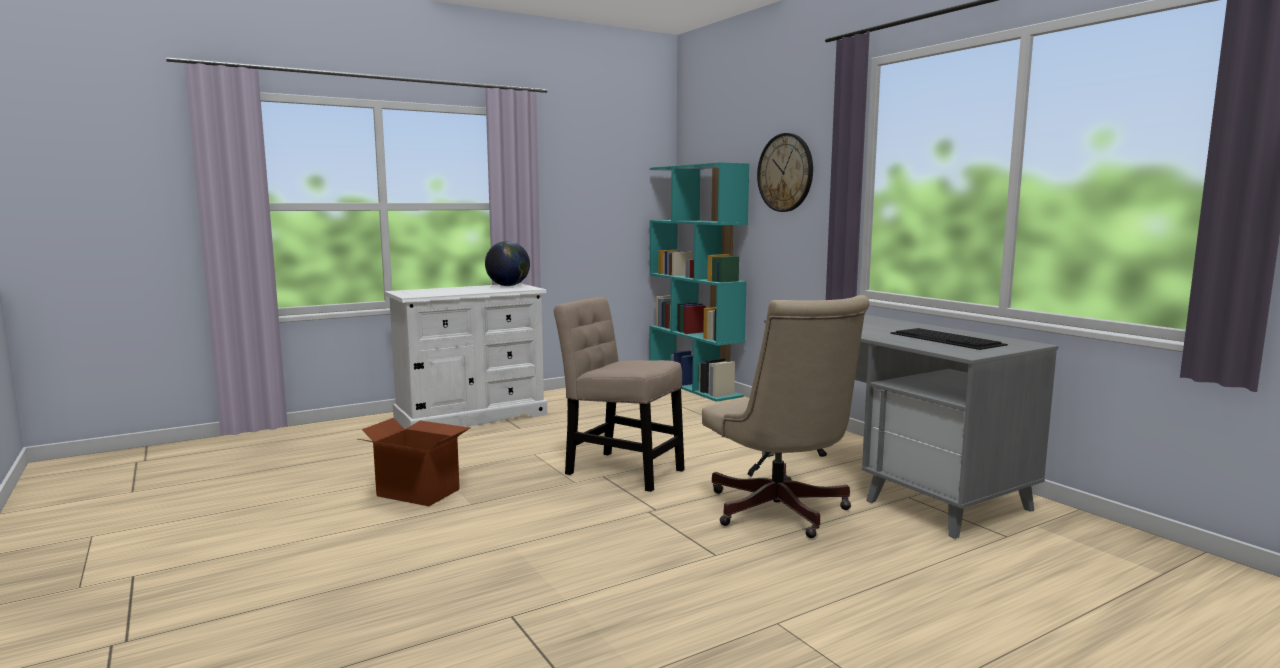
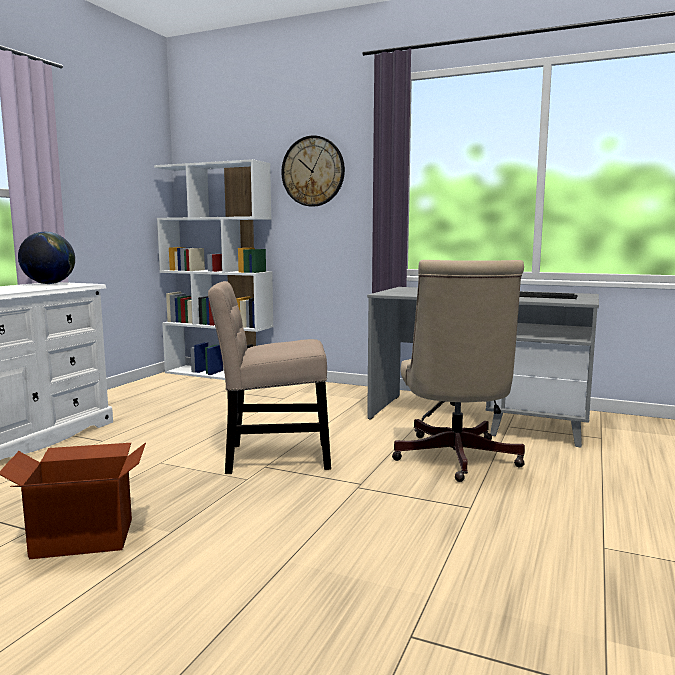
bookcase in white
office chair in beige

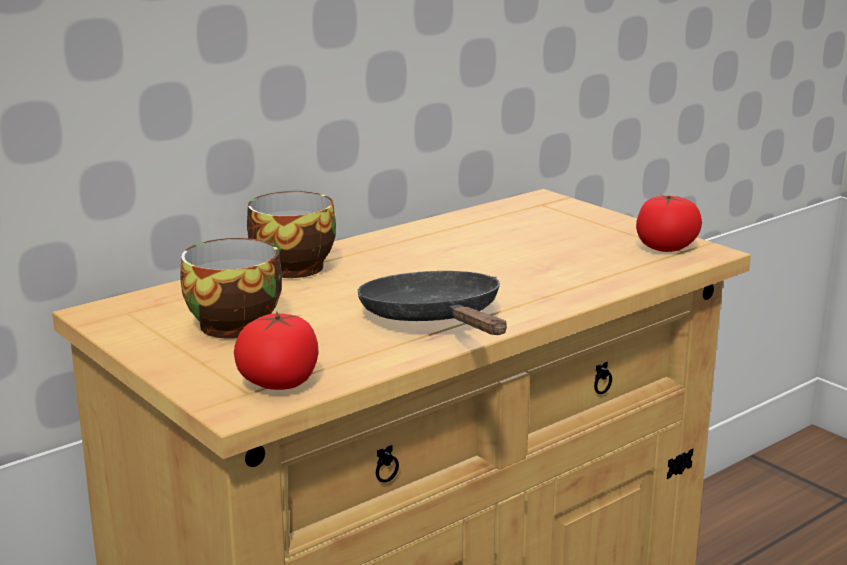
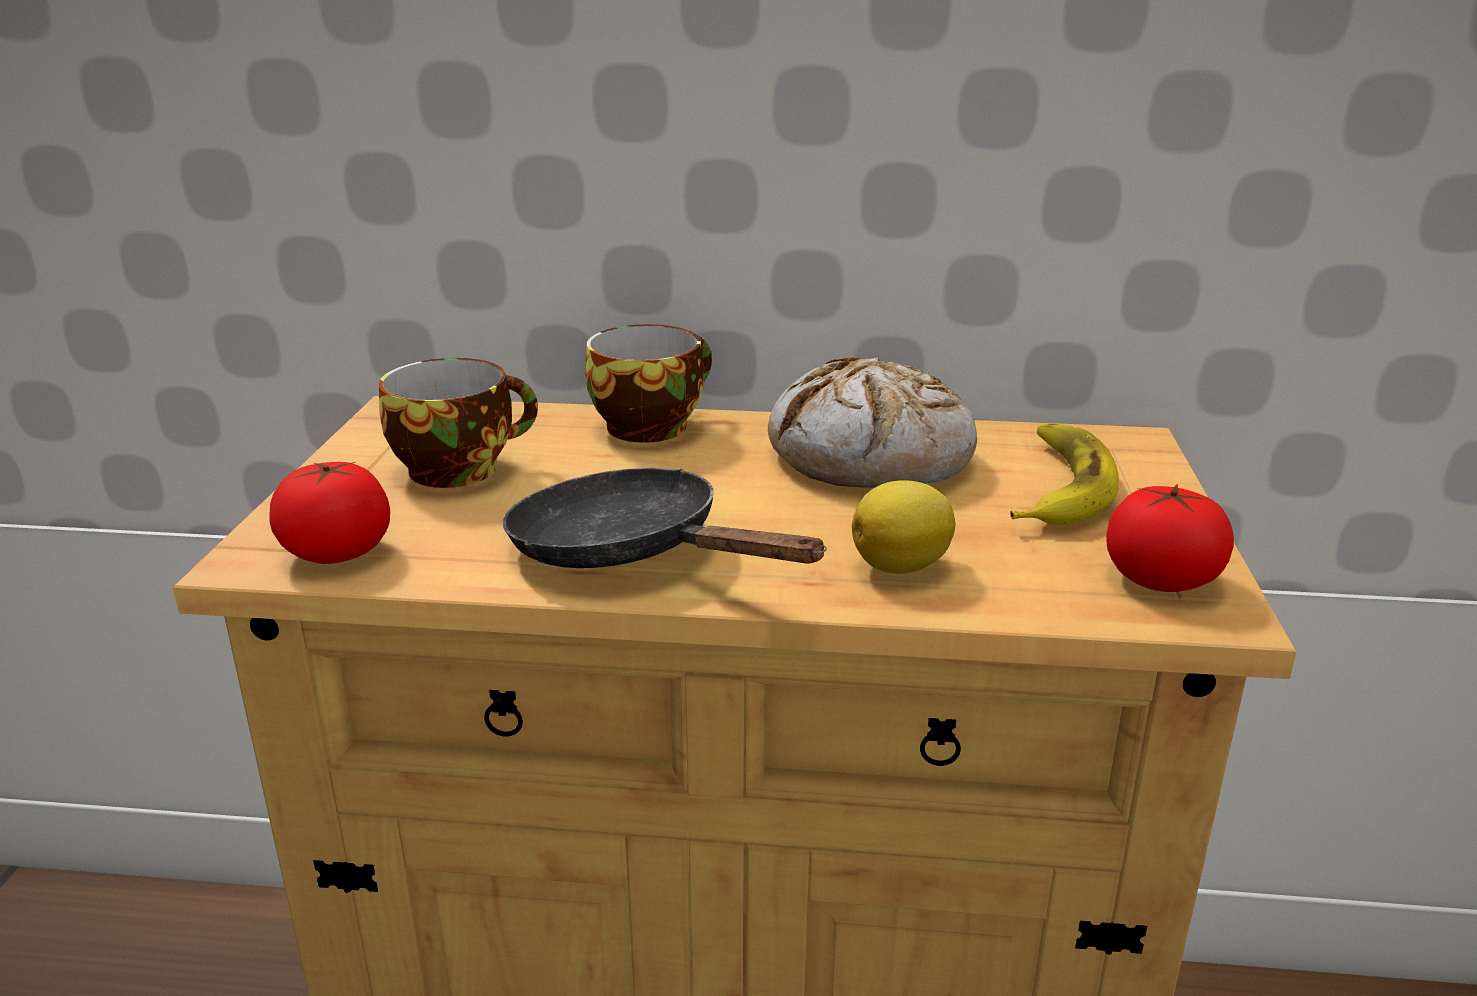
frying pan in black
bread
banana
lemon

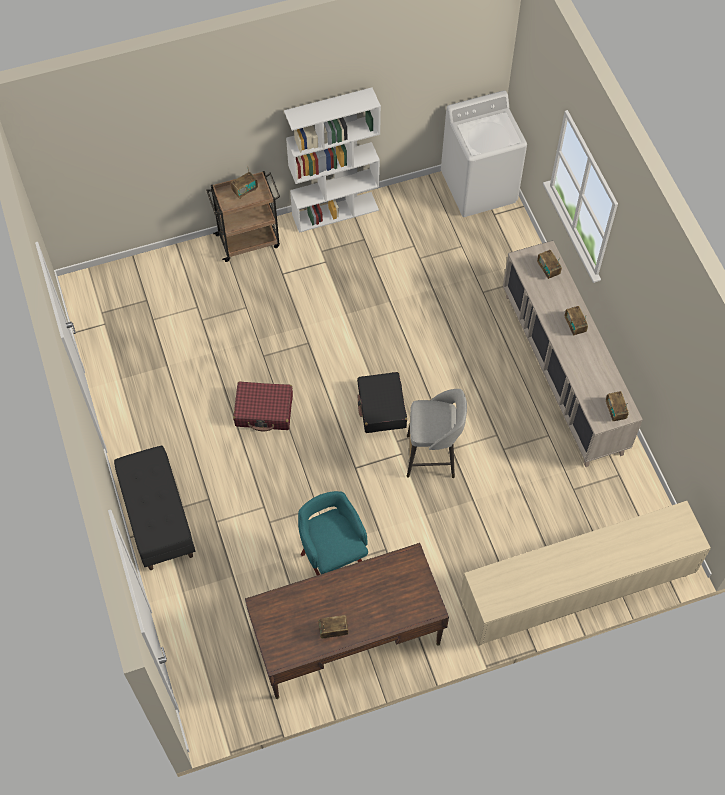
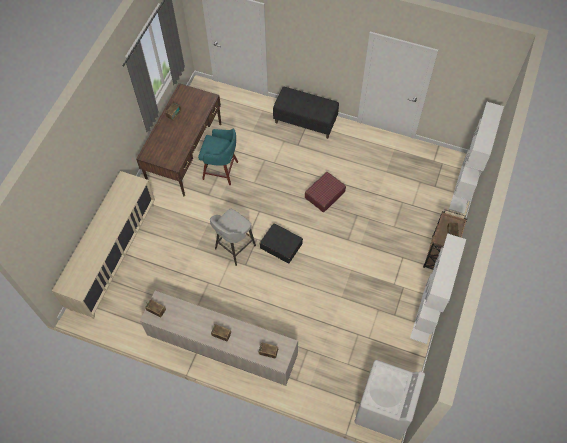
bookcase in white (2nd from left)

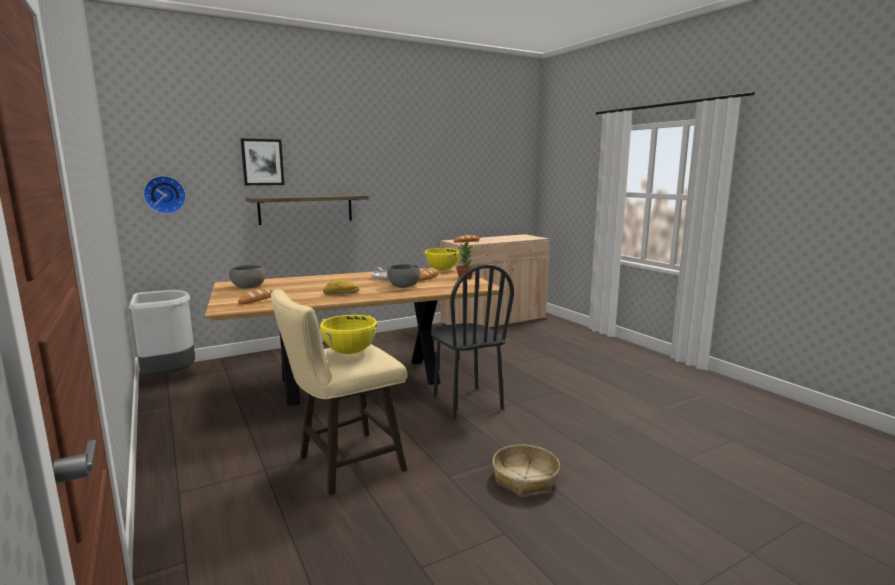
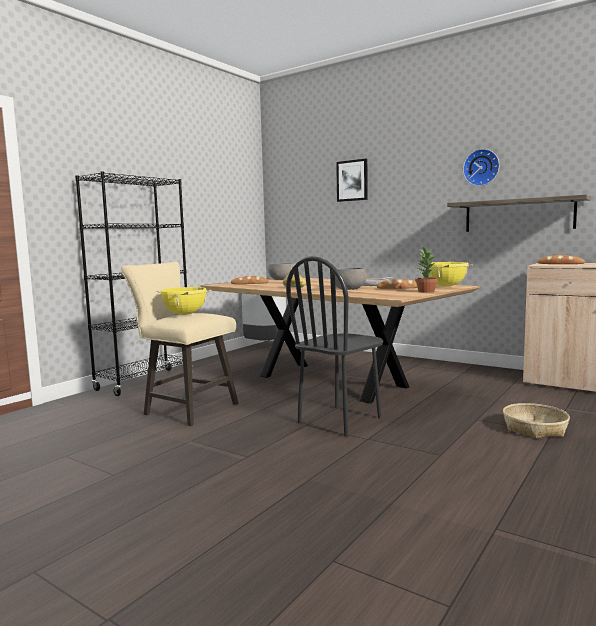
wall clock
shelf
basket
bookcase in black

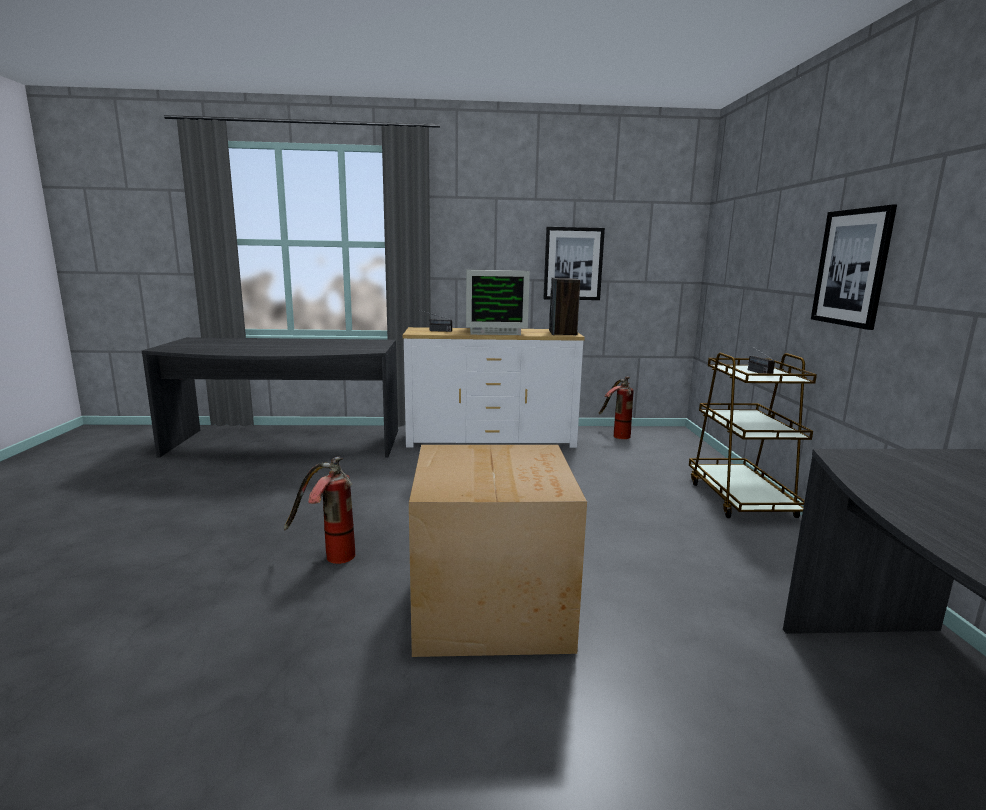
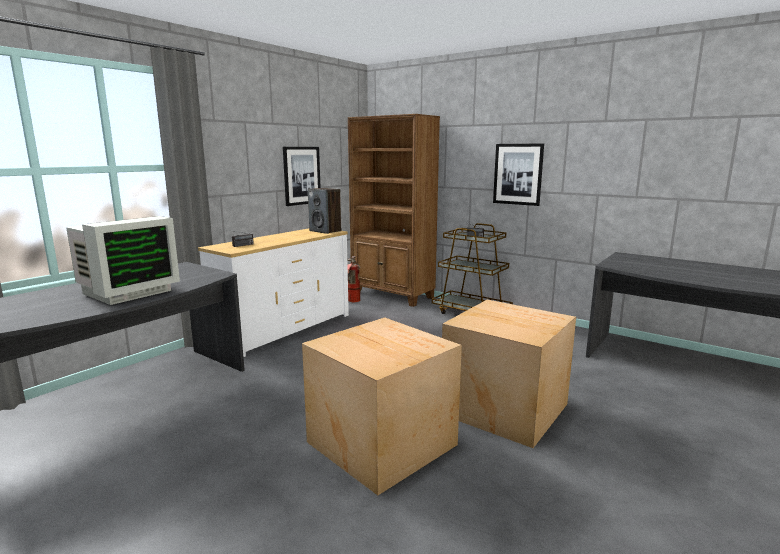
monitor
cardboard box (1st from left)
bookcase in brown

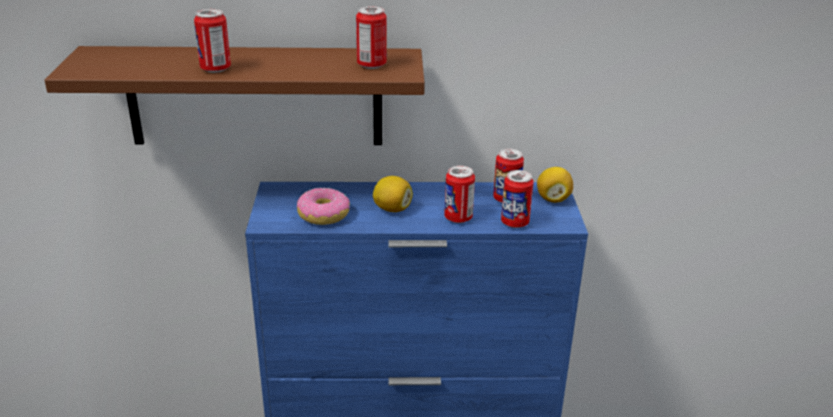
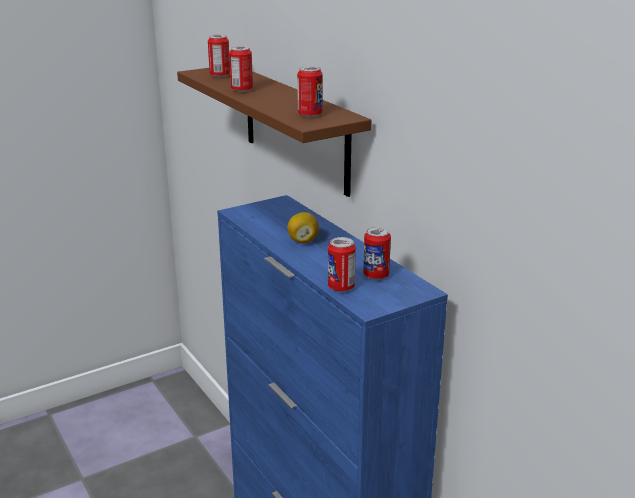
can (1st from left)
lemon (2nd from left in the first image)
donut

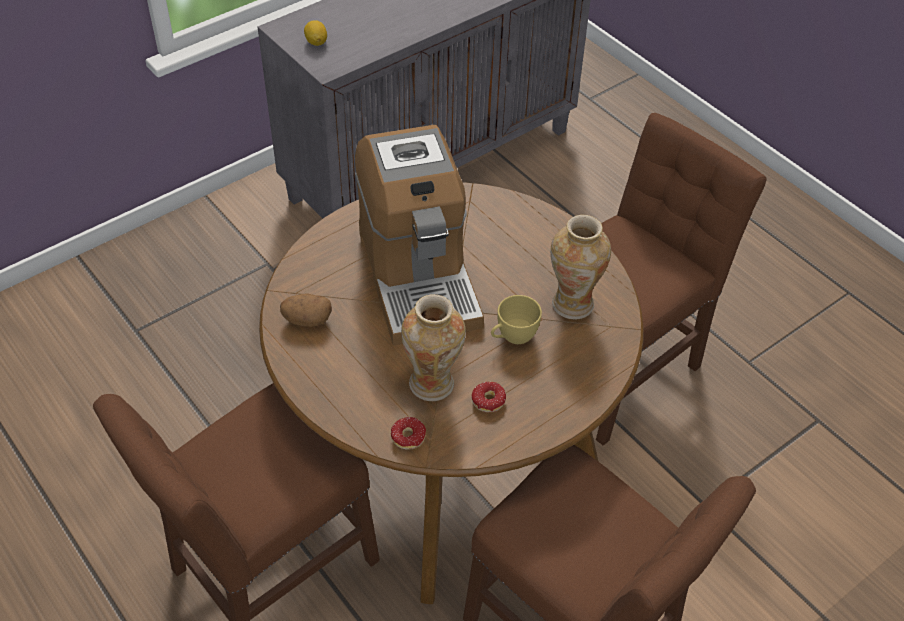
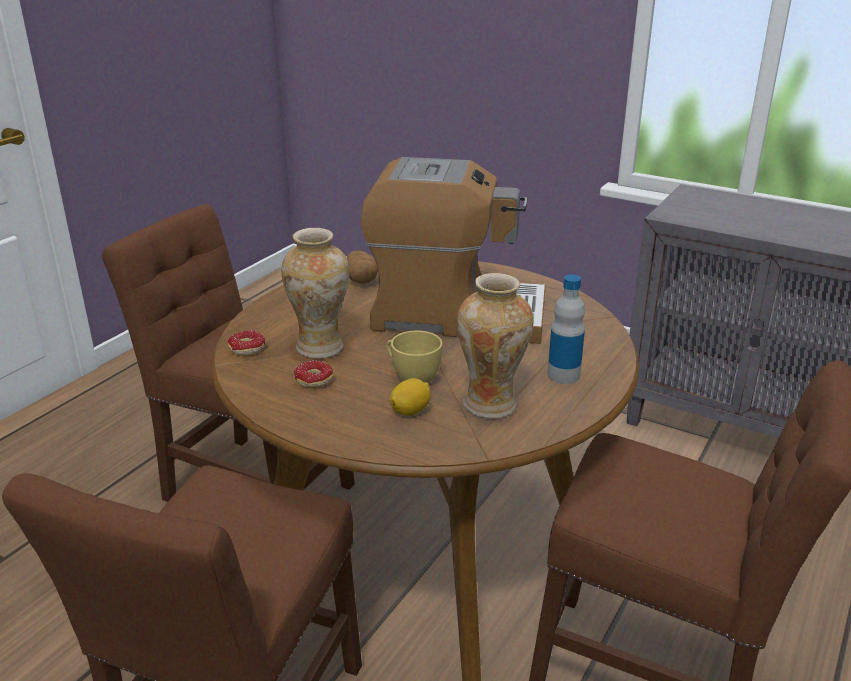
lemon
coffee machine
bottle

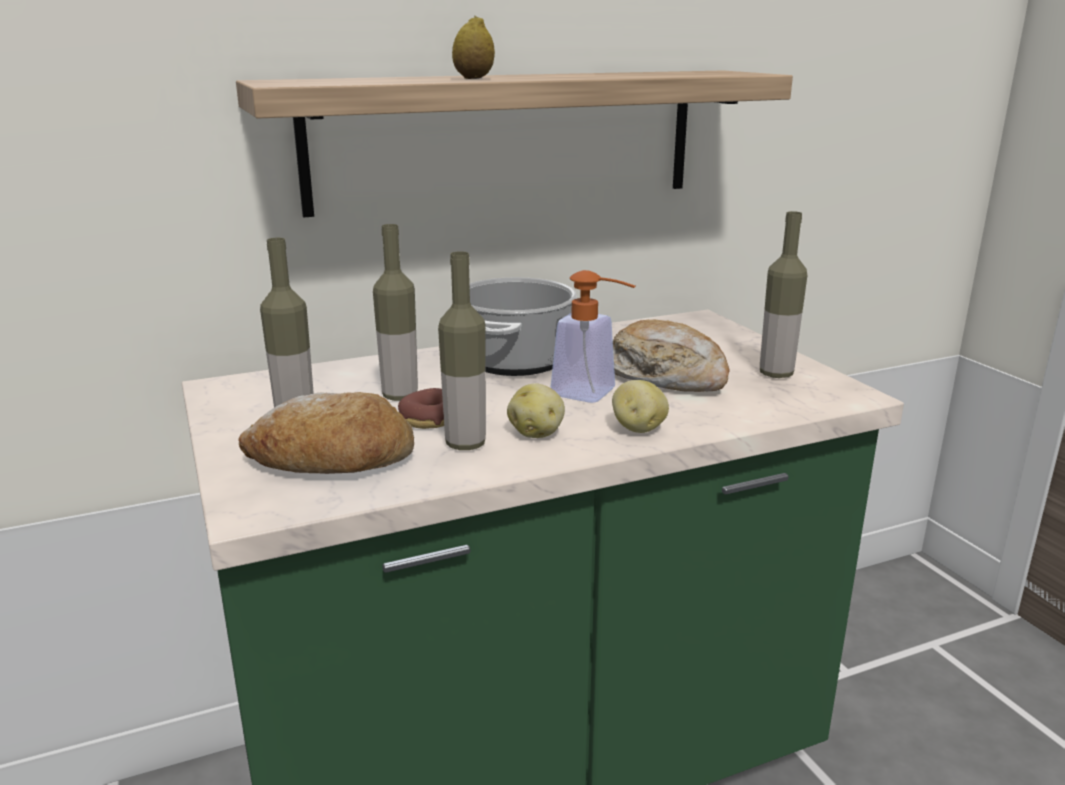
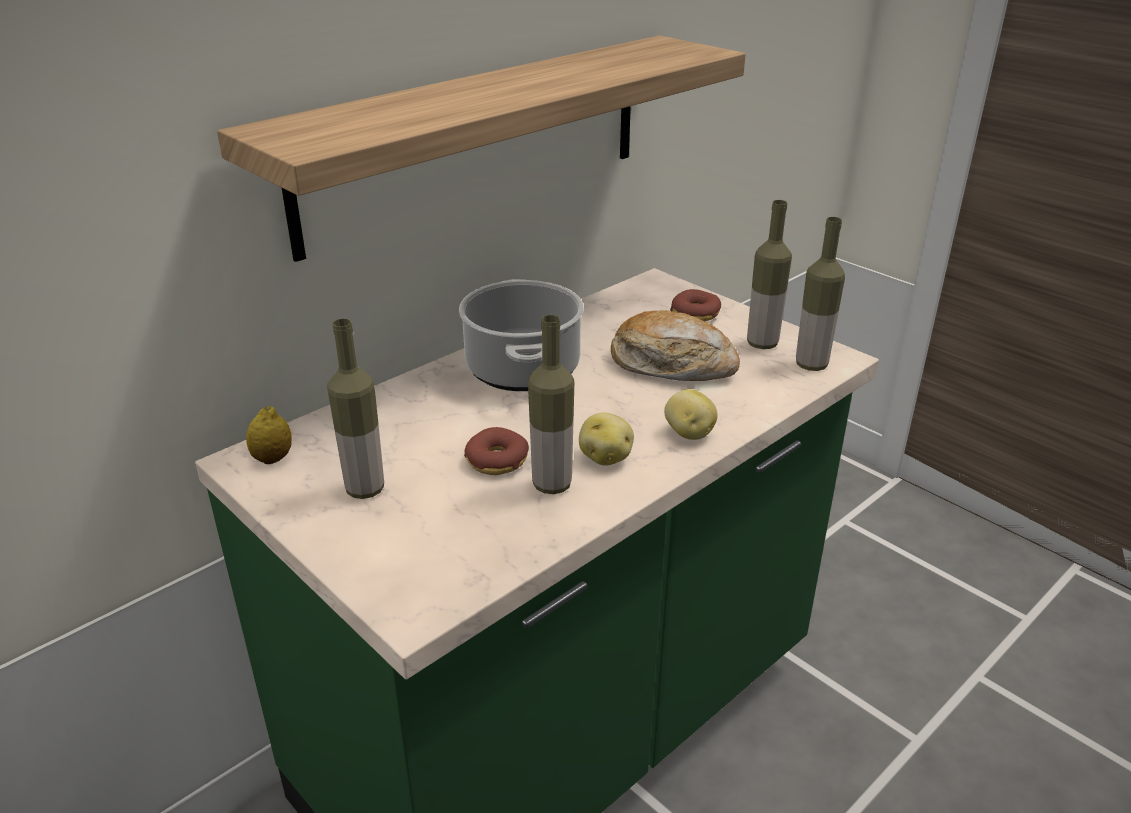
lemon
bottle (4th from left)
soap dispenser
bread (1st from left in the first image)
donut (2nd from left)

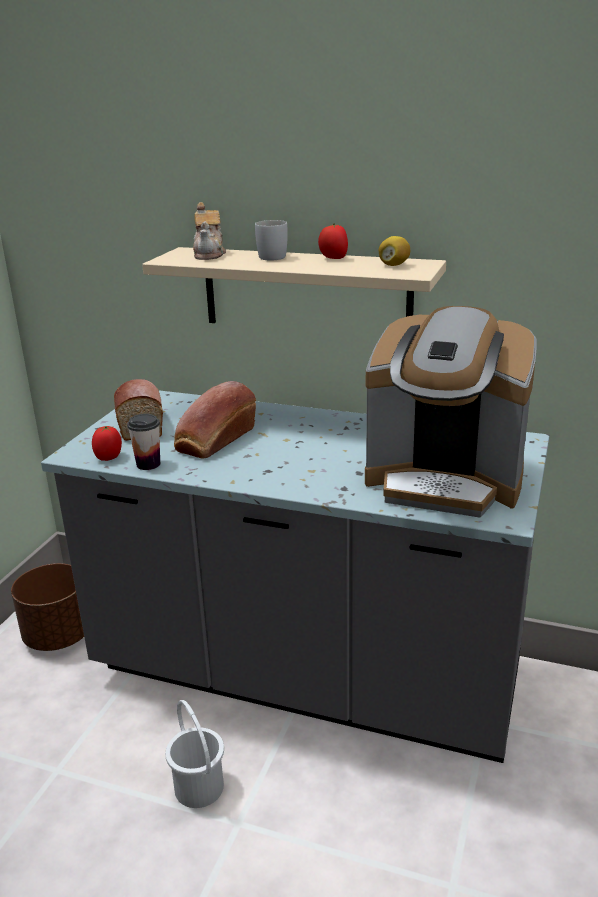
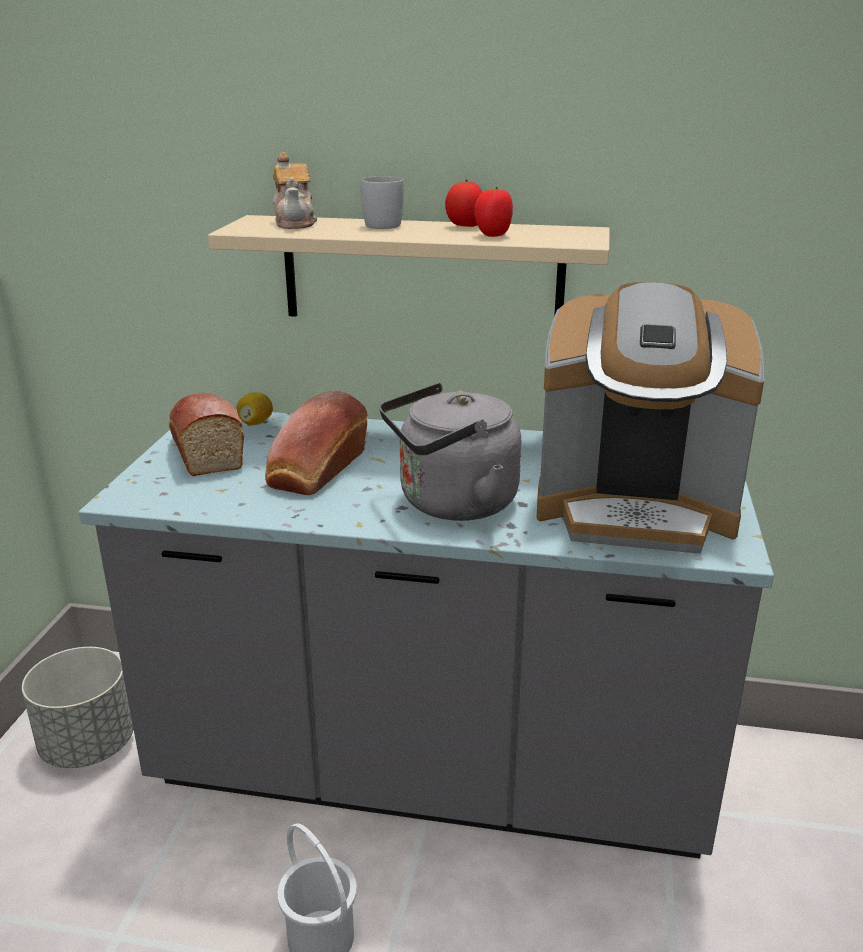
lemon
cup
tomato (2nd from left)
planter in grey
kettle in grey

